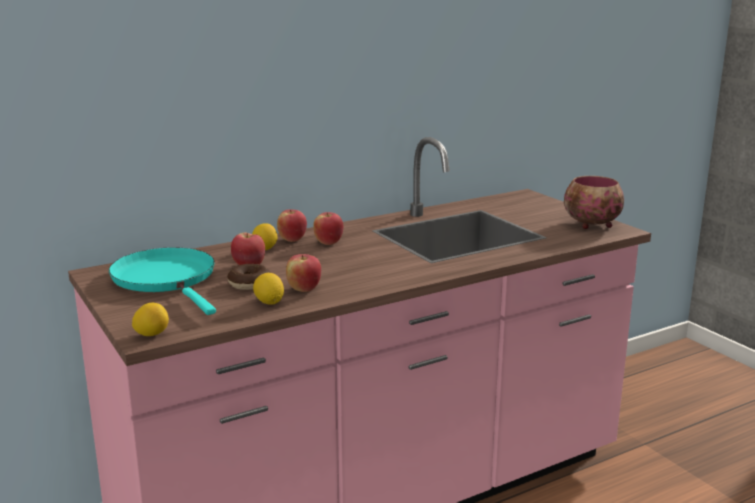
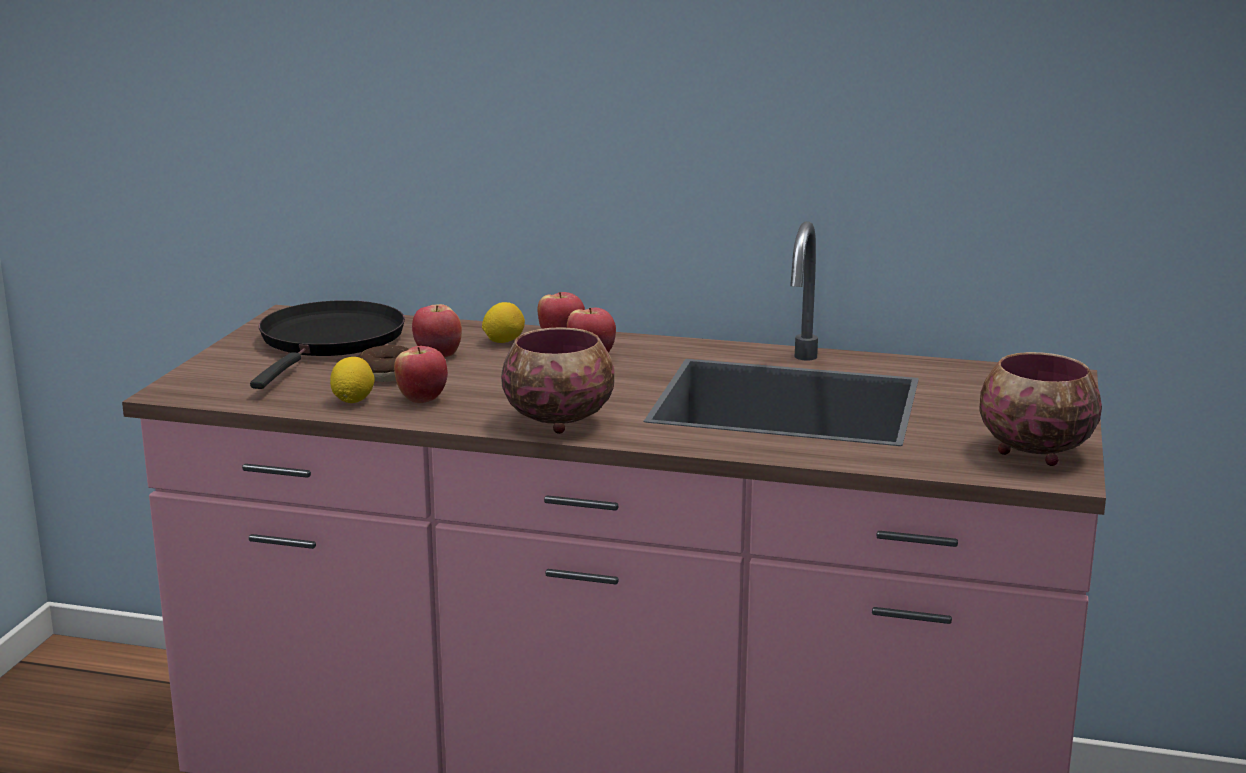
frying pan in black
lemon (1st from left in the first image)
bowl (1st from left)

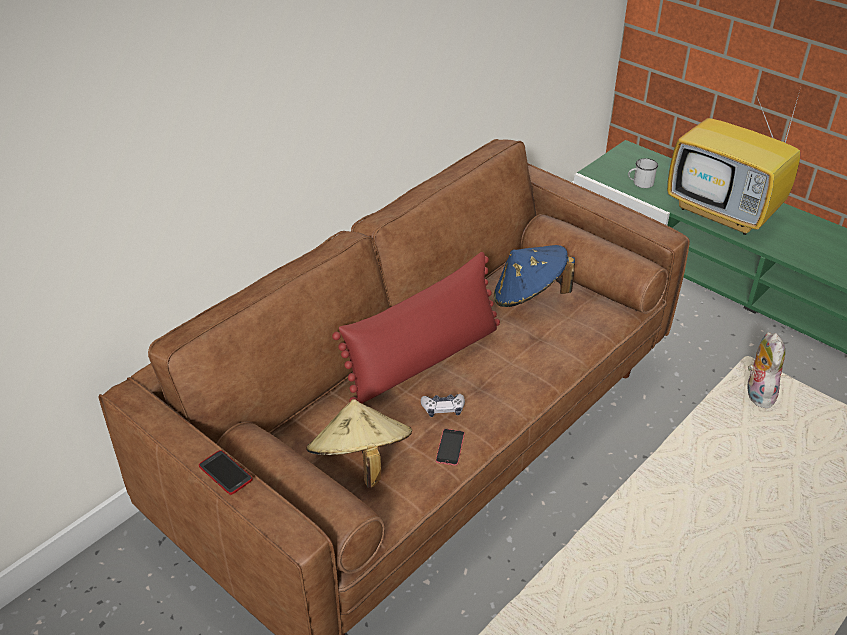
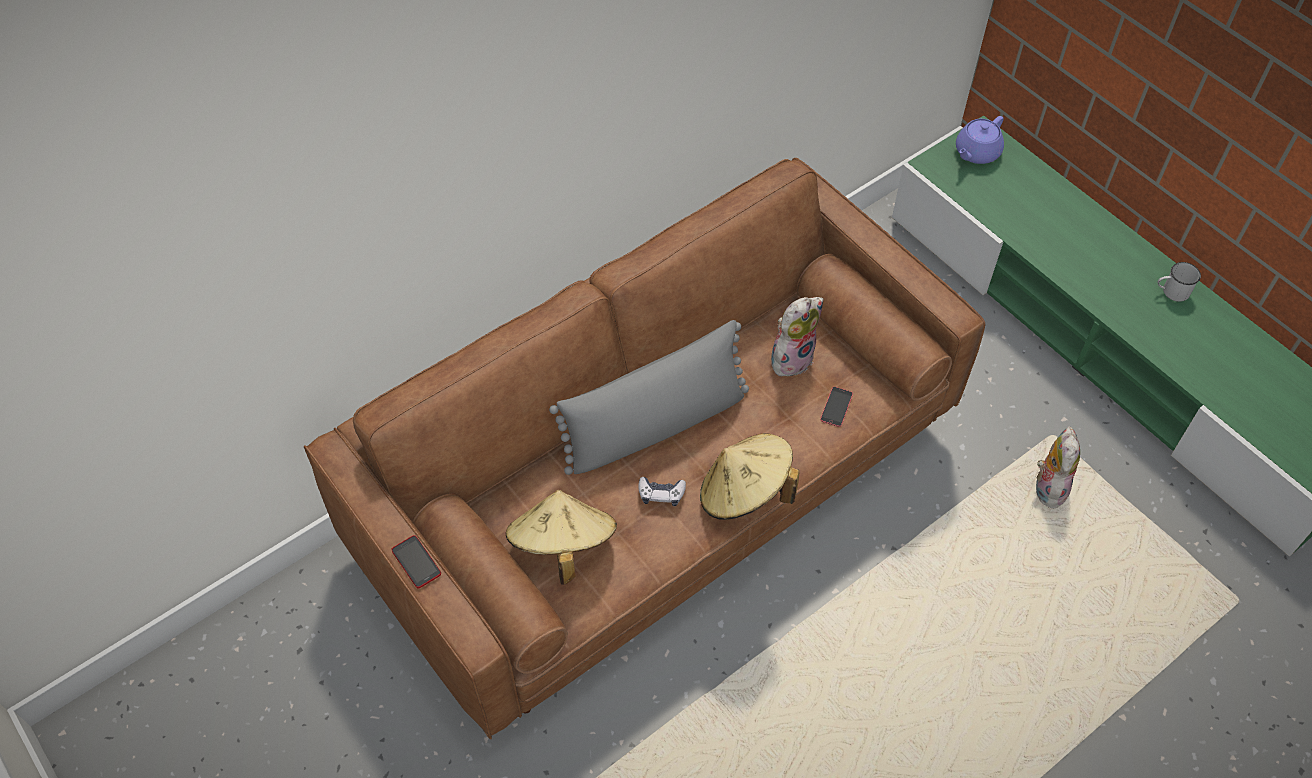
television
mug in white
plush toy (1st from left)
pillow in grey
phone (2nd from left)
teapot in purple
hat in beige (2nd from left)

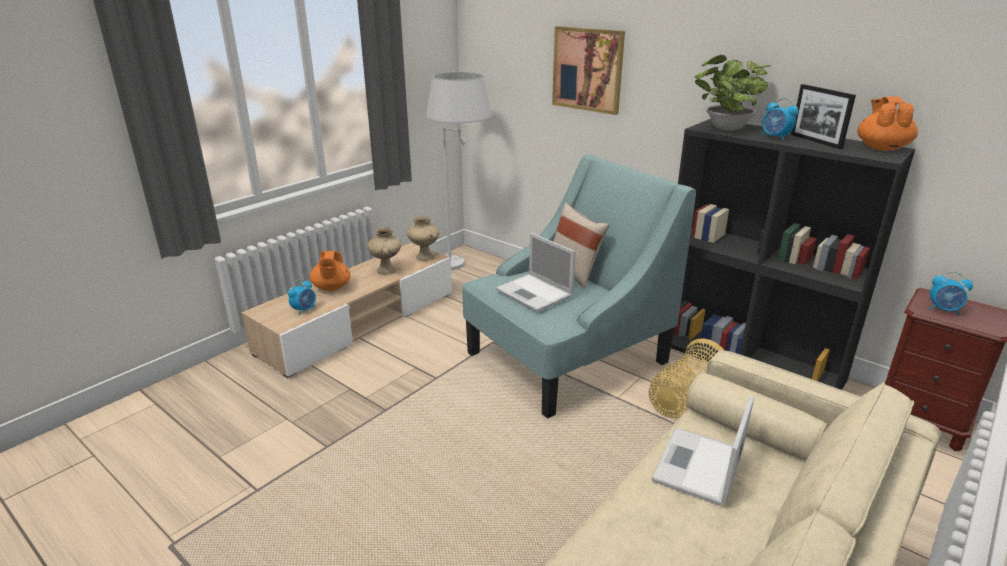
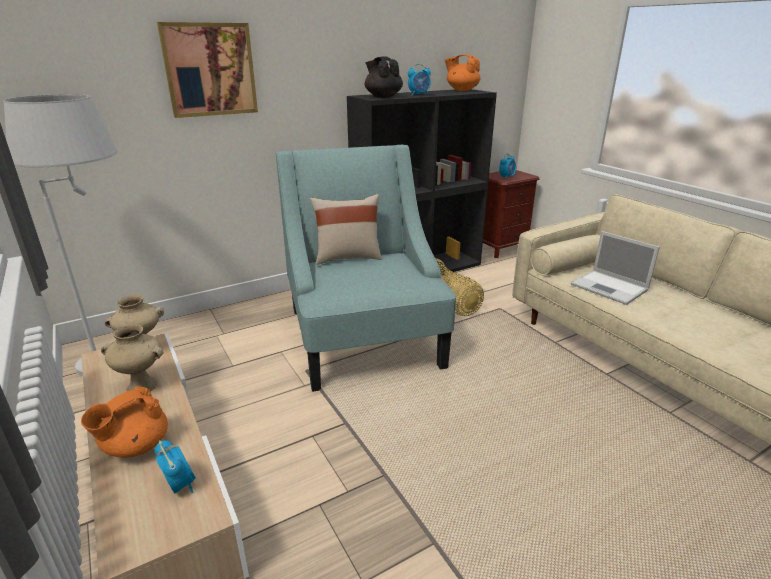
teapot in black
picture frame
laptop (1st from left in the first image)
teapot in orange (1st from left)

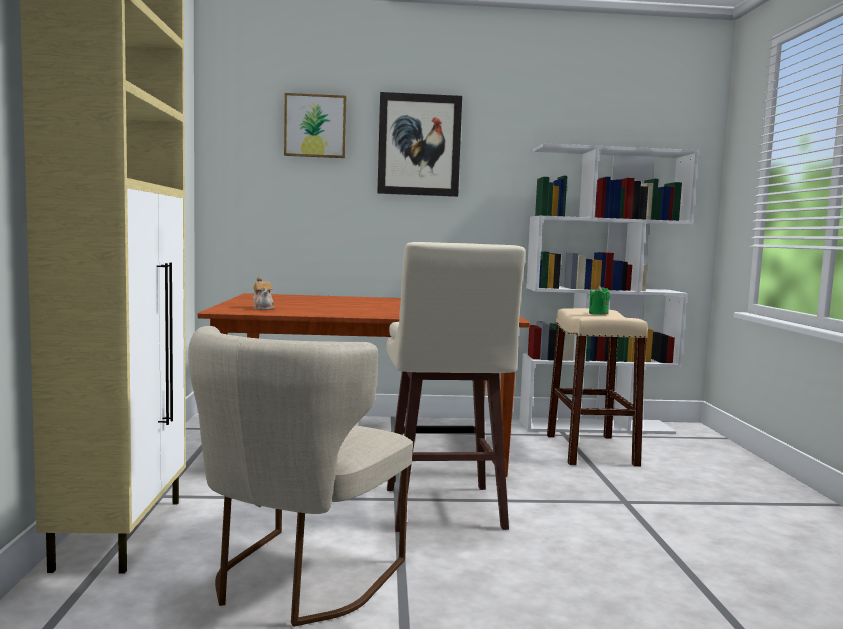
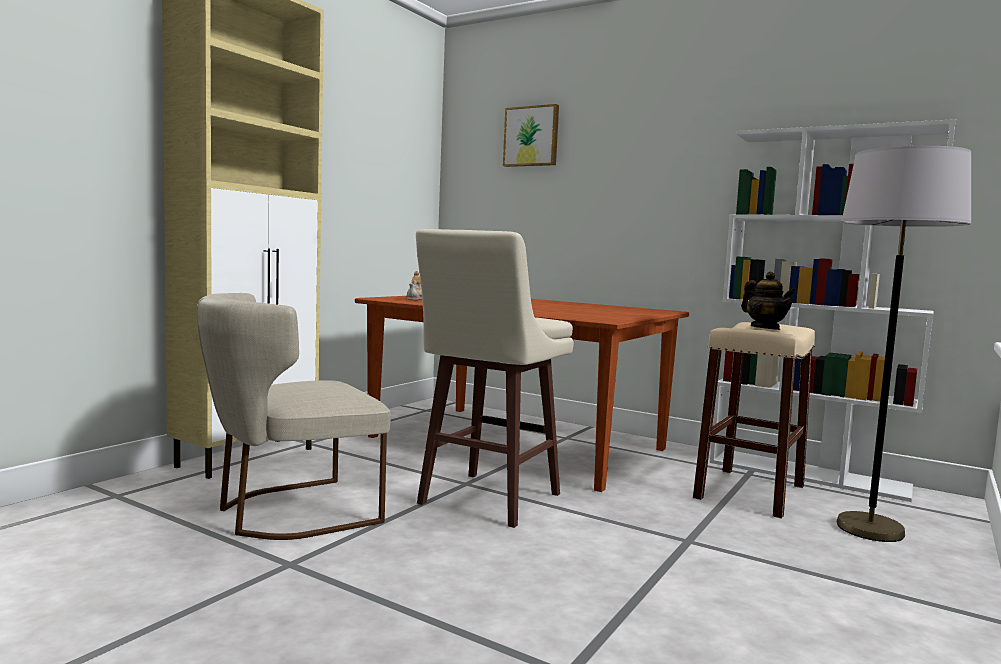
picture (2nd from left in the first image)
teapot (2nd from left)
floor lamp in grey

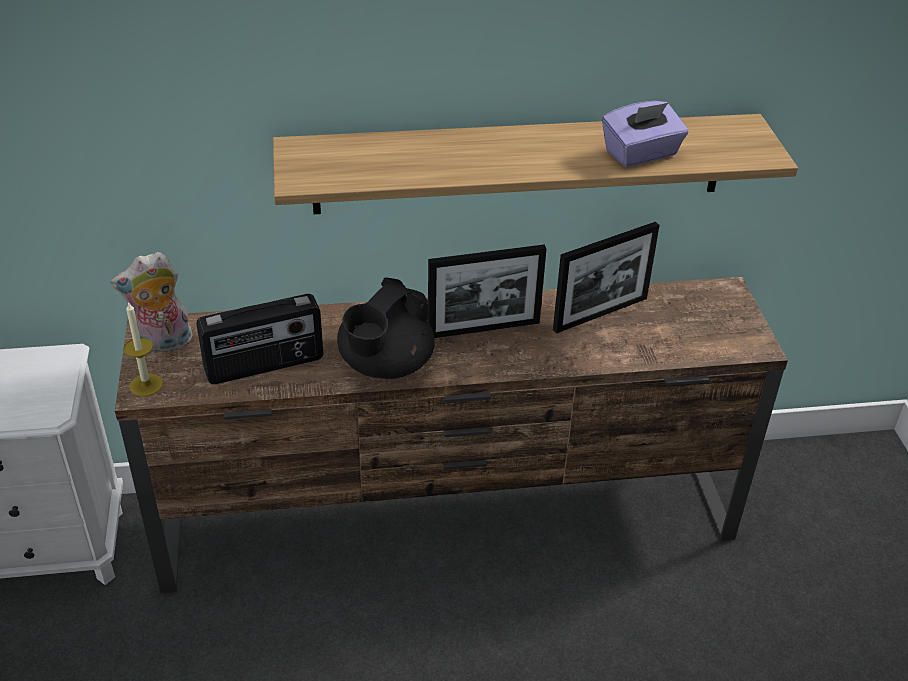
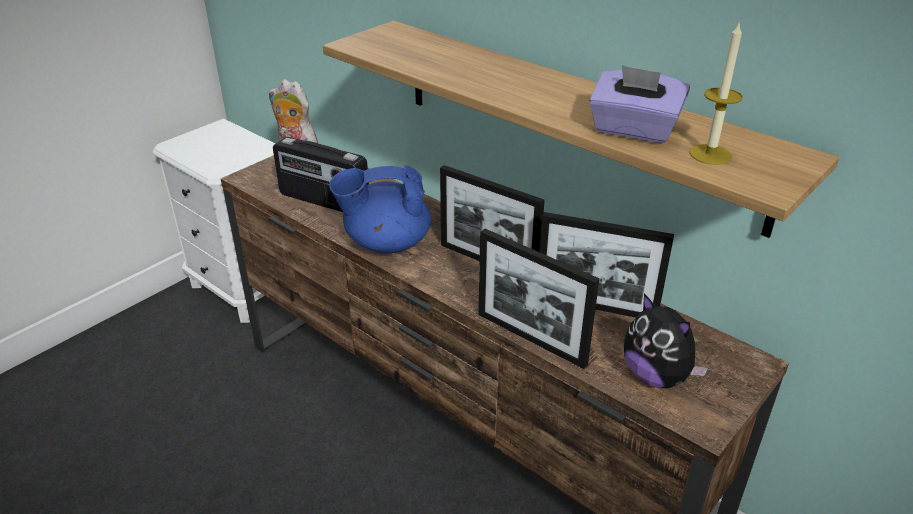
teapot in blue
candle
picture frame (2nd from left)
plush toy (2nd from left)

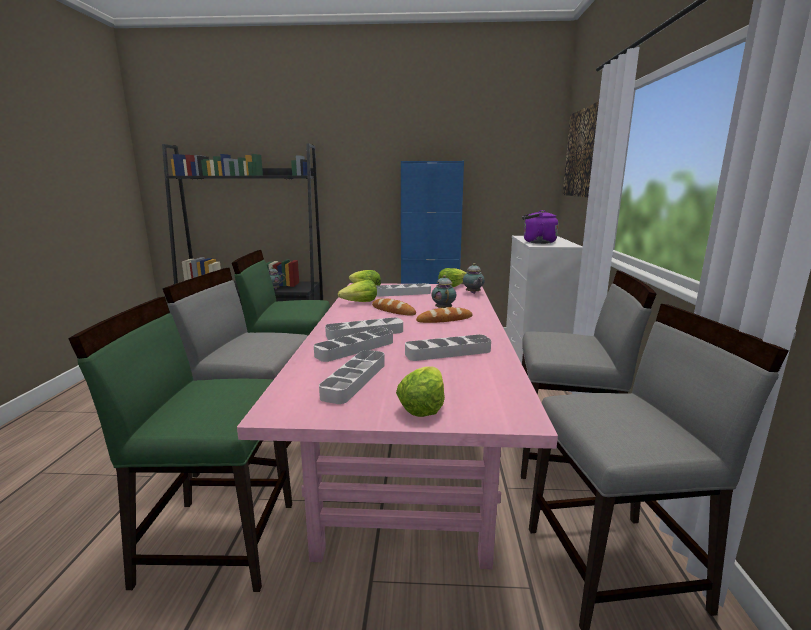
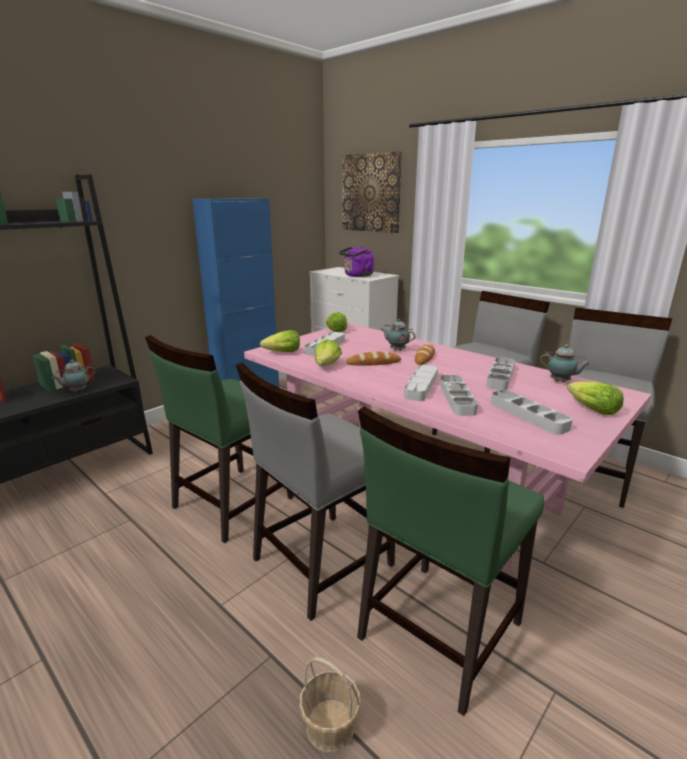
teapot (3rd from left)
basket

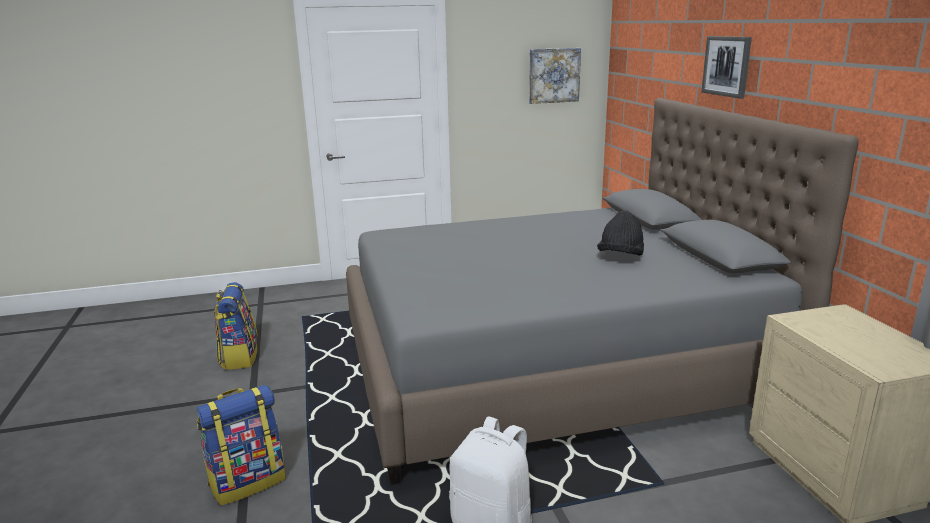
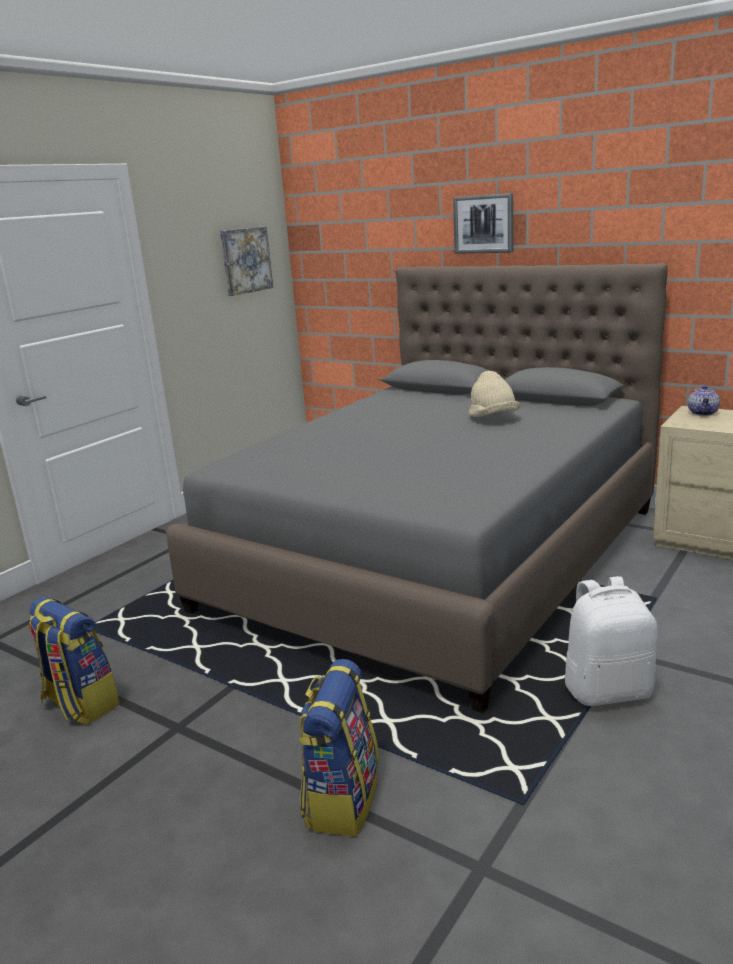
hat in beige
teapot

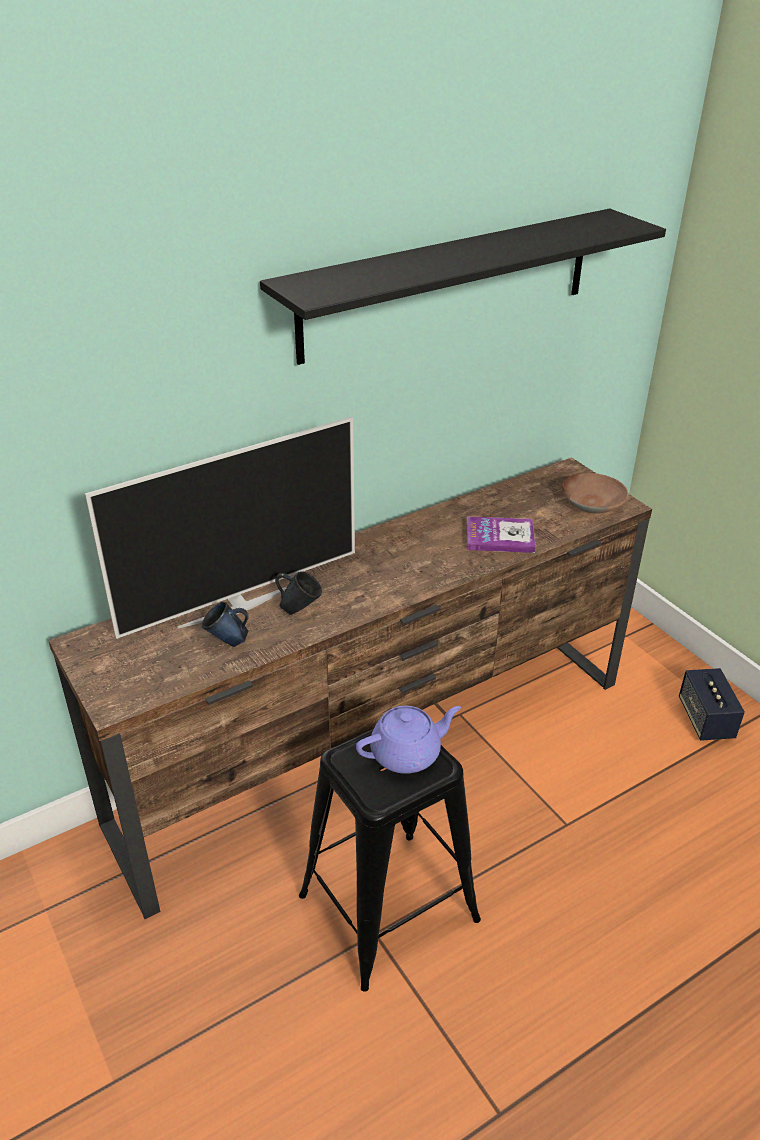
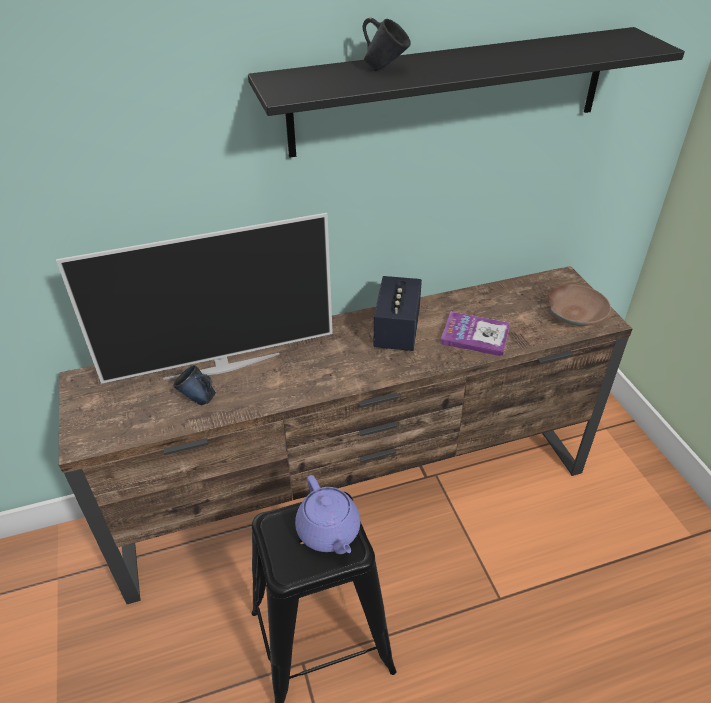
mug in blue (2nd from left)
speaker
teapot in purple

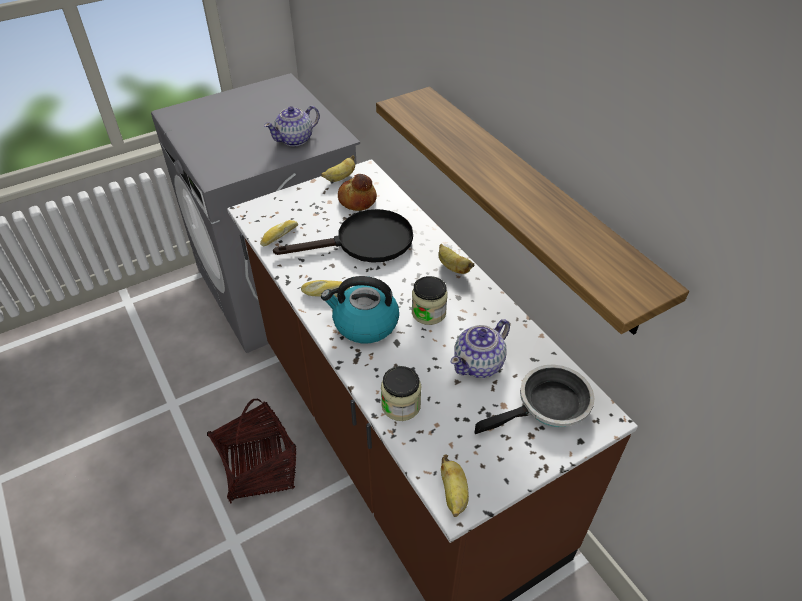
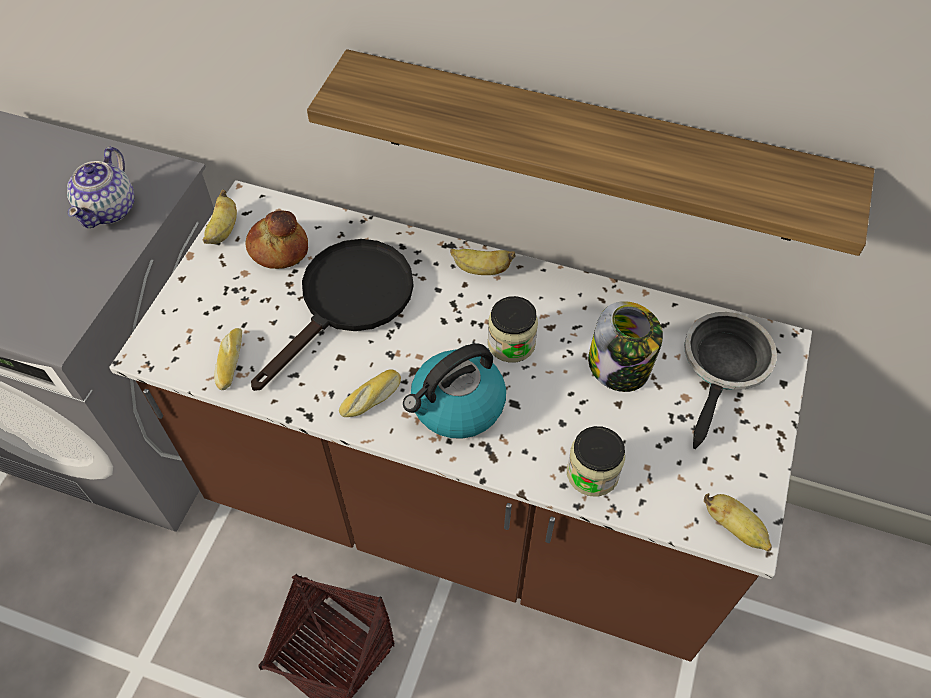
jar (3rd from left)

